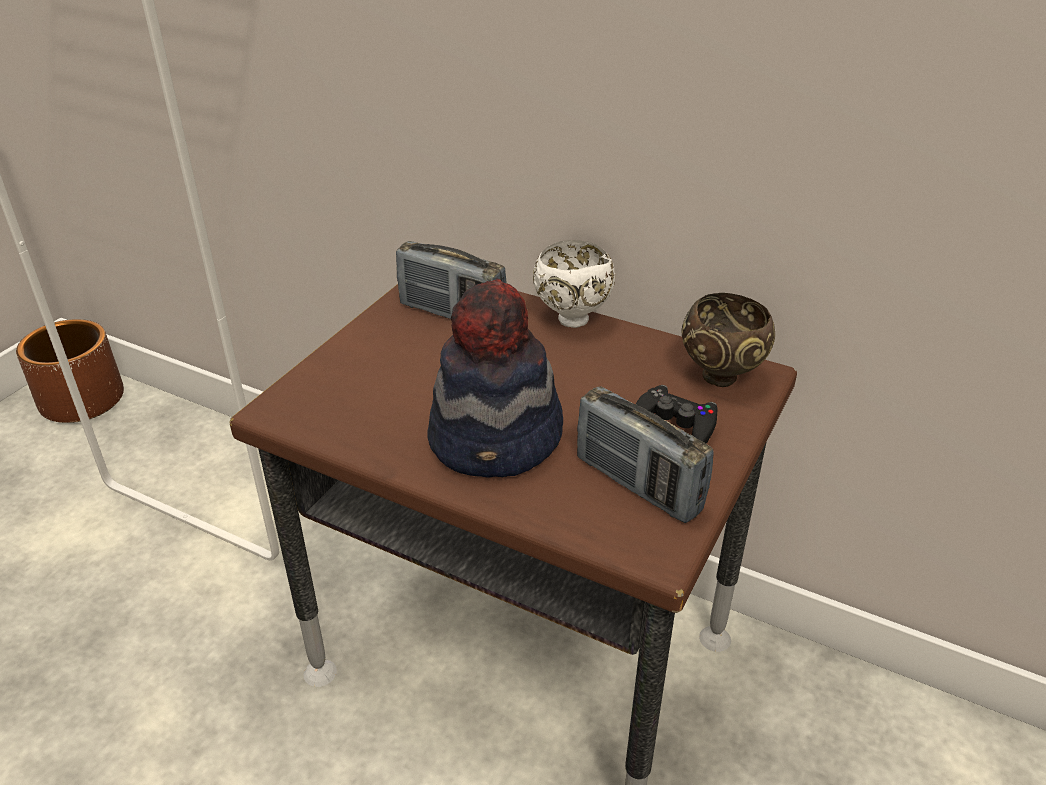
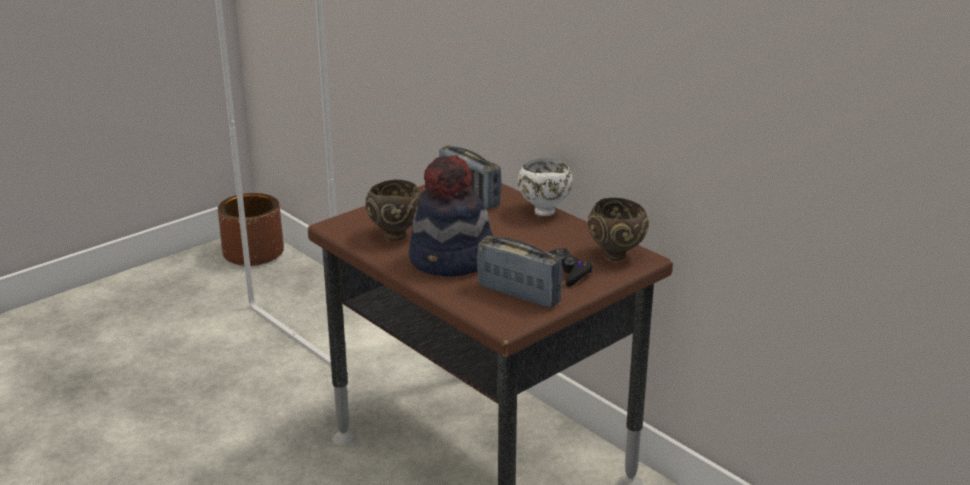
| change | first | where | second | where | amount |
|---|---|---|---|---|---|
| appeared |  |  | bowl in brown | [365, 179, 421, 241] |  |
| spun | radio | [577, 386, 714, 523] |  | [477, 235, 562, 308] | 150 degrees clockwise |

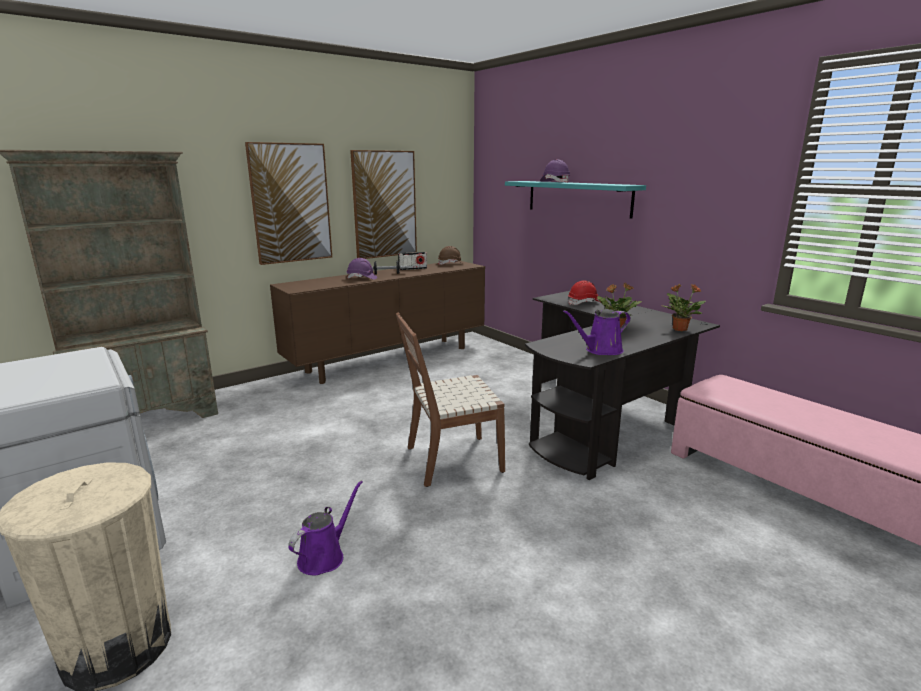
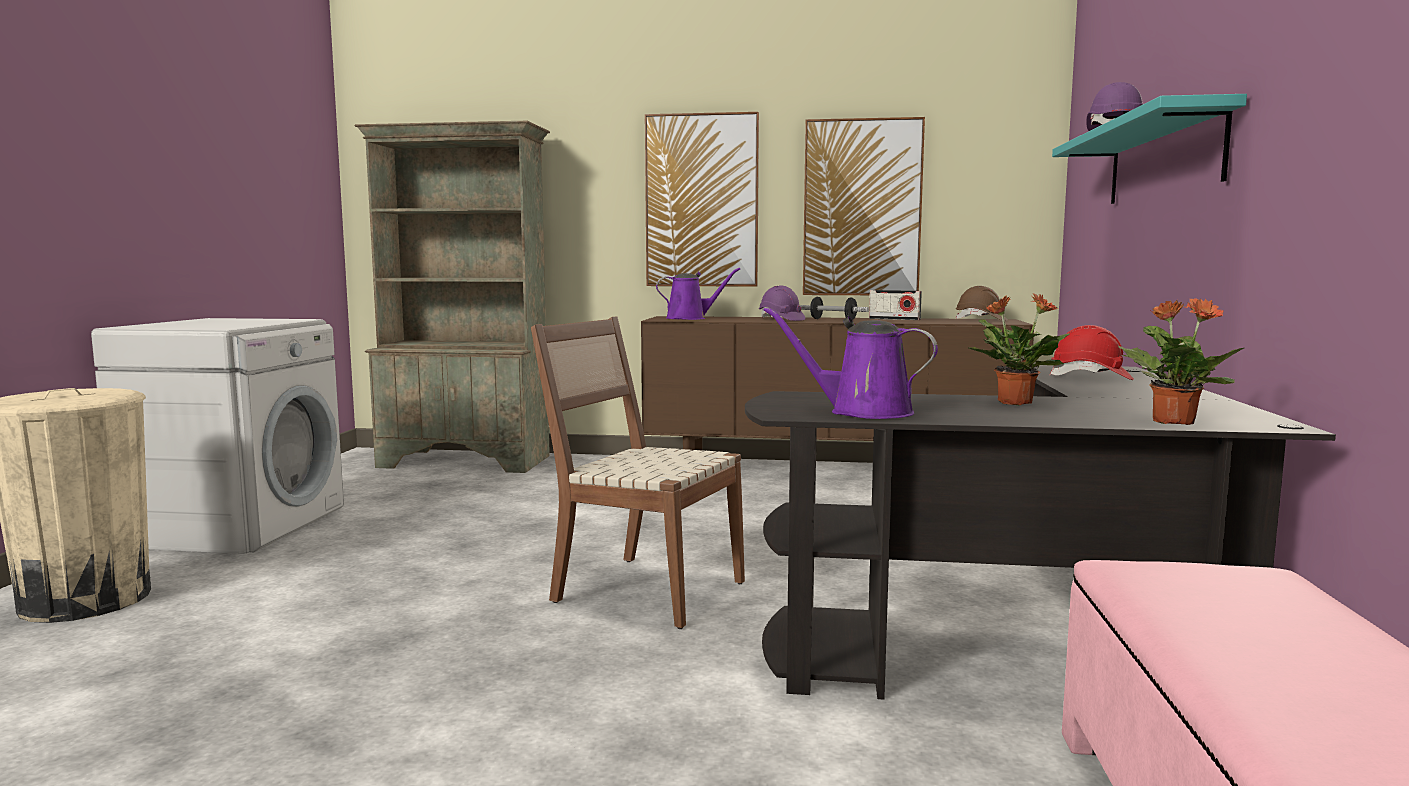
| change | first | where | second | where | amount |
|---|---|---|---|---|---|
| relocated | watering can in purple | [288, 481, 362, 575] |  | [656, 268, 740, 320] |  |

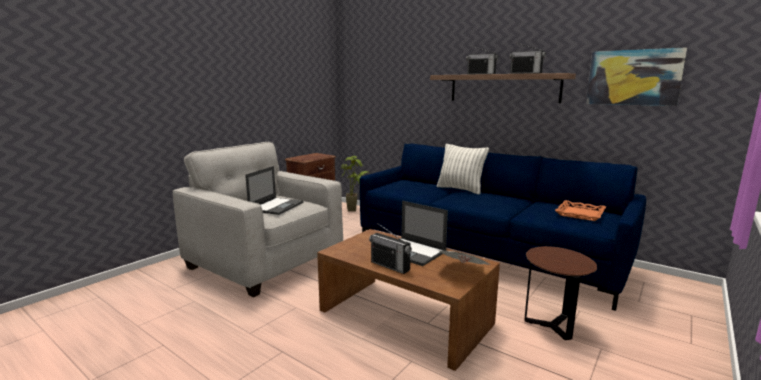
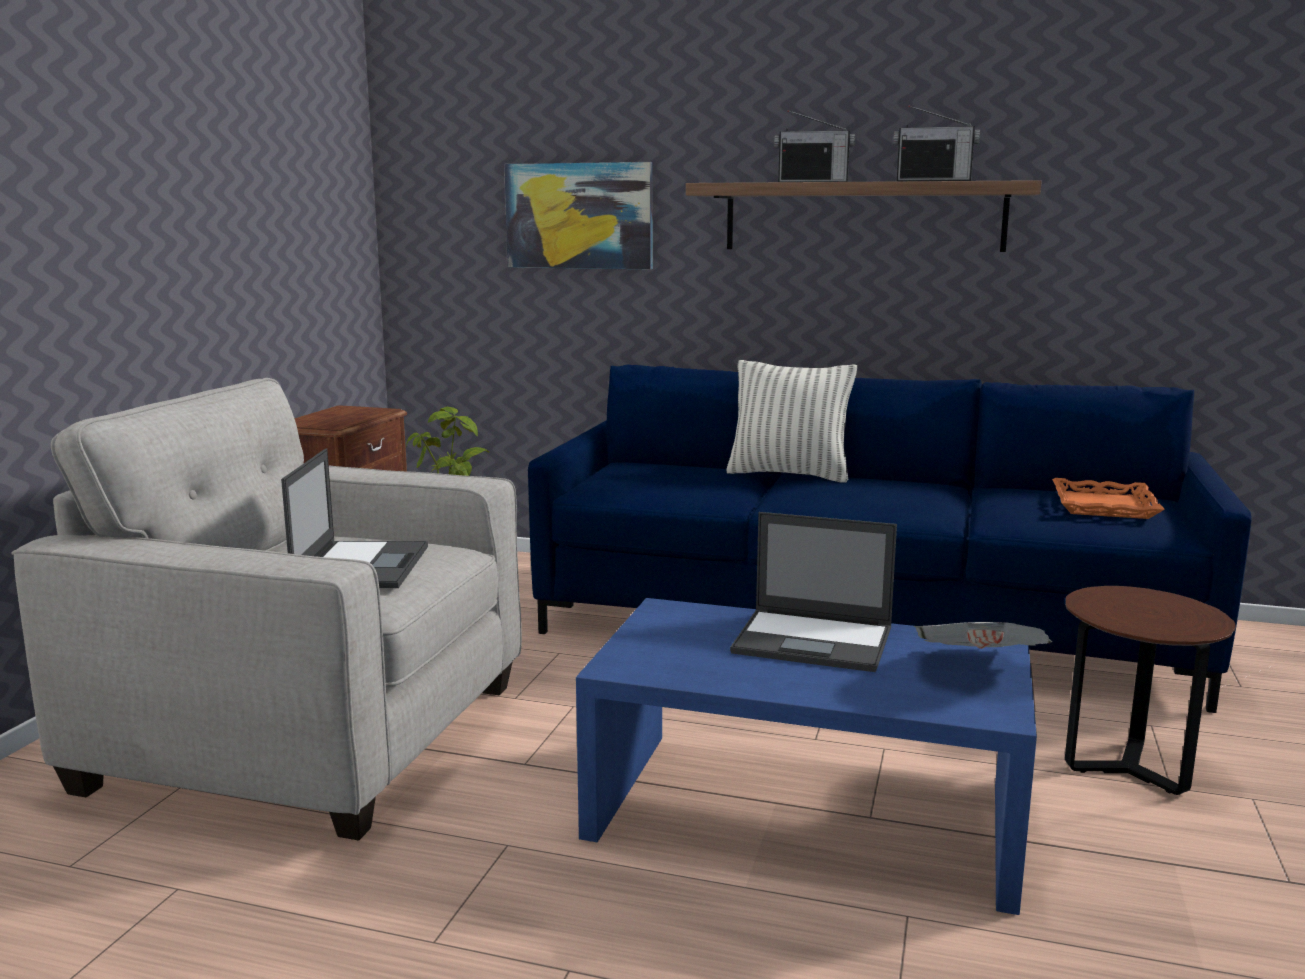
| change | first | where | second | where | amount |
|---|---|---|---|---|---|
| relocated | picture | [586, 47, 688, 106] |  | [504, 162, 652, 270] |  |
| colour | coffee table in brown | [317, 229, 500, 371] | coffee table in blue | [576, 598, 1037, 915] |  |
| missing | radio | [369, 223, 412, 274] |  |  |  |

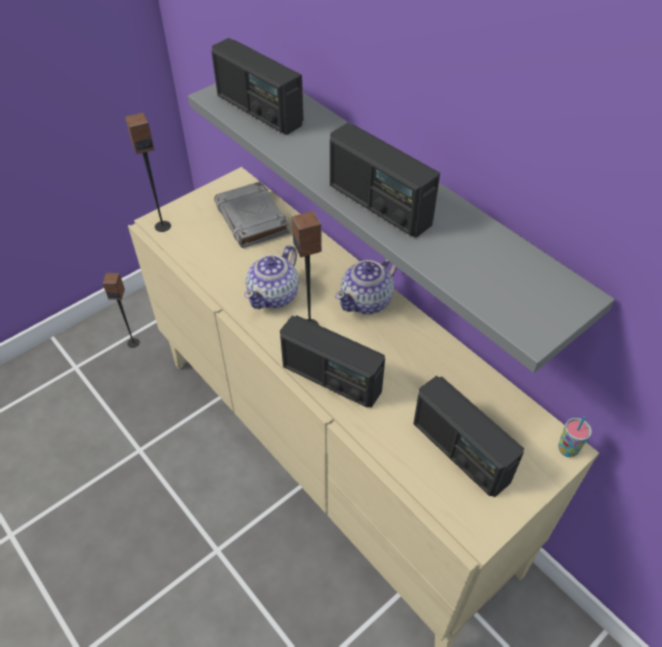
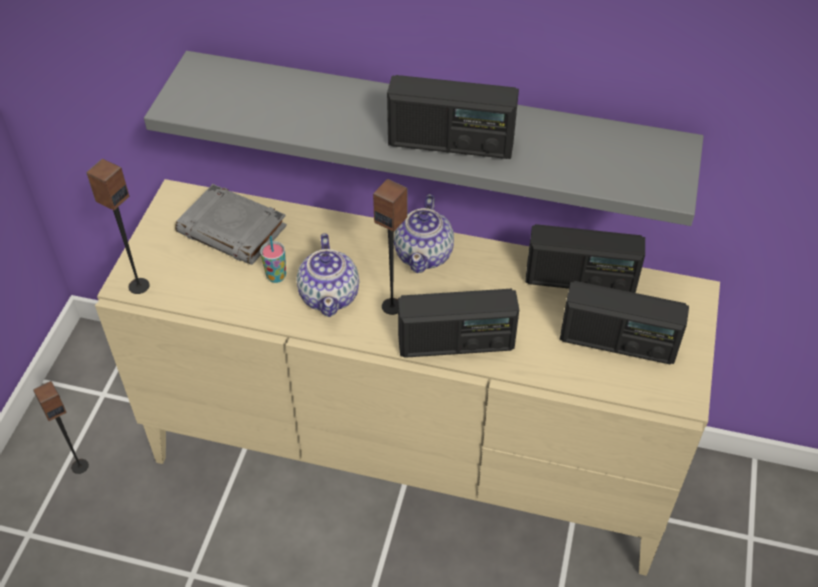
| change | first | where | second | where | amount |
|---|---|---|---|---|---|
| relocated | cup | [558, 417, 592, 457] |  | [260, 236, 286, 283] |  |
| relocated | radio | [211, 38, 304, 135] |  | [525, 224, 645, 293] |  |

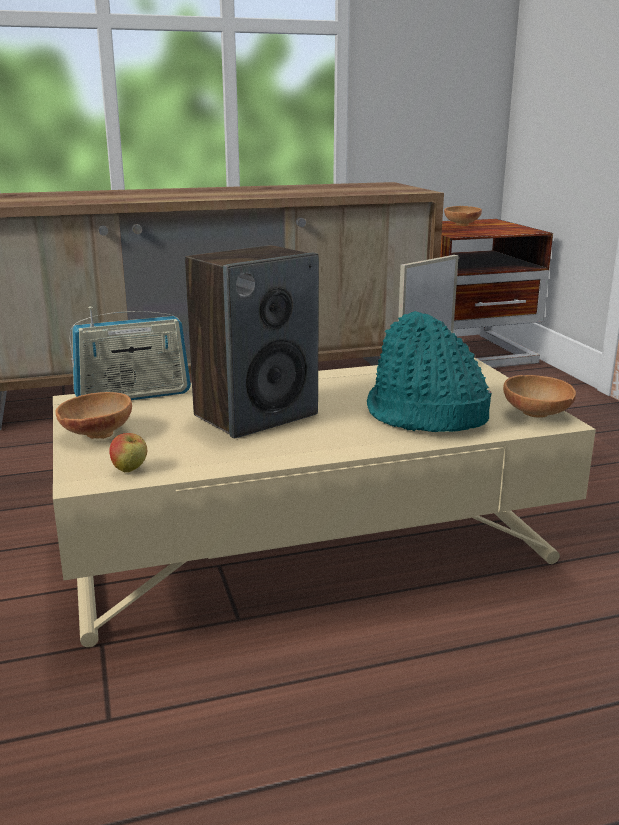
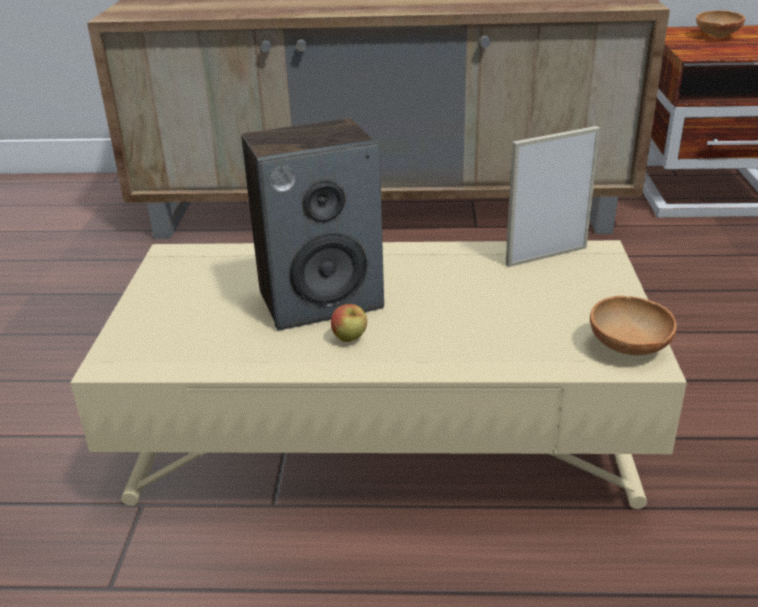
| change | first | where | second | where | amount |
|---|---|---|---|---|---|
| relocated | apple | [109, 433, 147, 472] |  | [331, 304, 367, 342] |  |
| missing | bowl in brown | [55, 392, 132, 439] |  |  |  |
| missing | radio | [70, 306, 191, 400] |  |  |  |
| missing | hat in turquoise | [367, 311, 492, 432] |  |  |  |

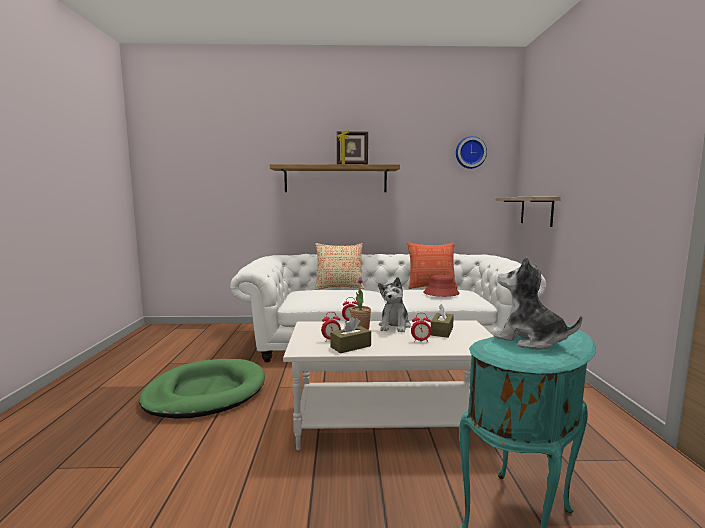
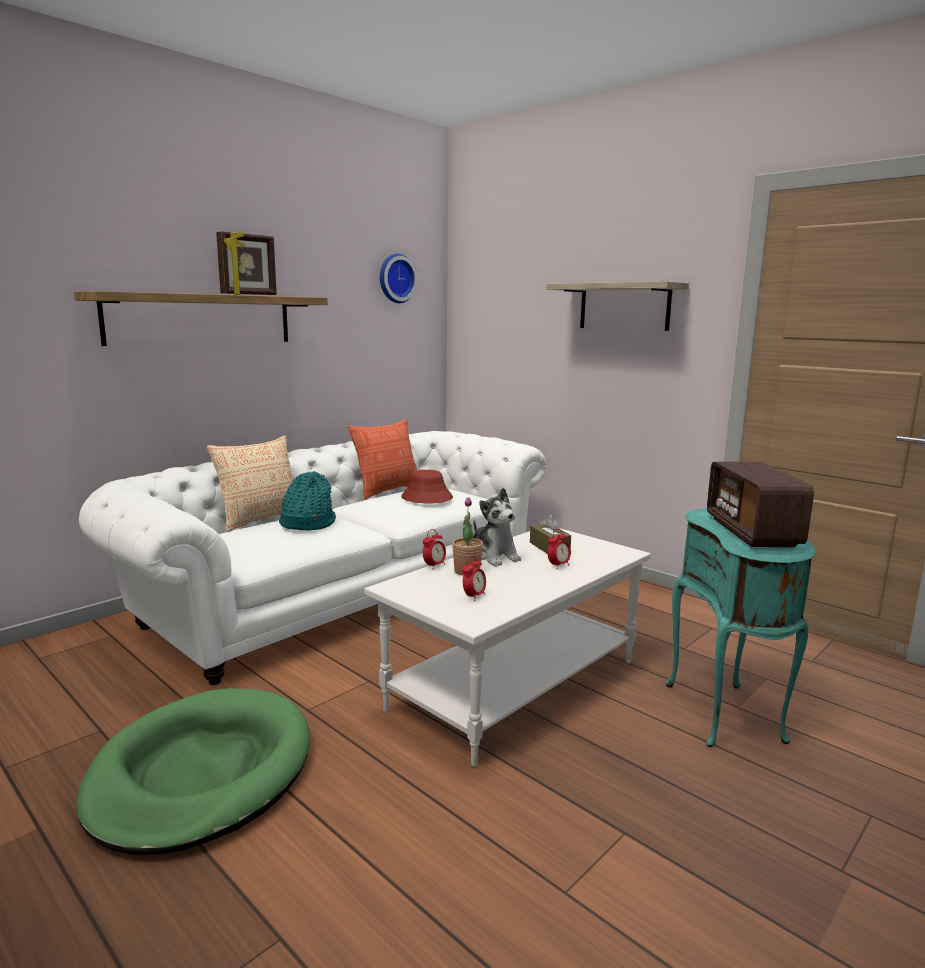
| change | first | where | second | where | amount |
|---|---|---|---|---|---|
| appeared |  |  | hat in turquoise | [279, 471, 336, 531] |  |
| relocated | shelf | [495, 197, 561, 227] |  | [546, 281, 689, 331] |  |
| exchanged | plush toy | [494, 256, 582, 349] | radio | [707, 462, 814, 547] |  |
| missing | tissue box in brown | [330, 317, 371, 353] |  |  |  |

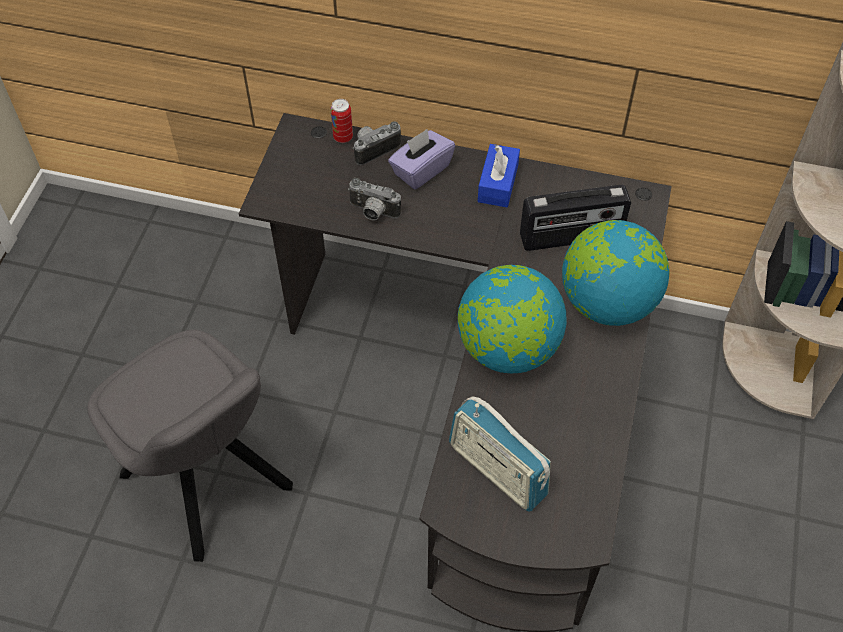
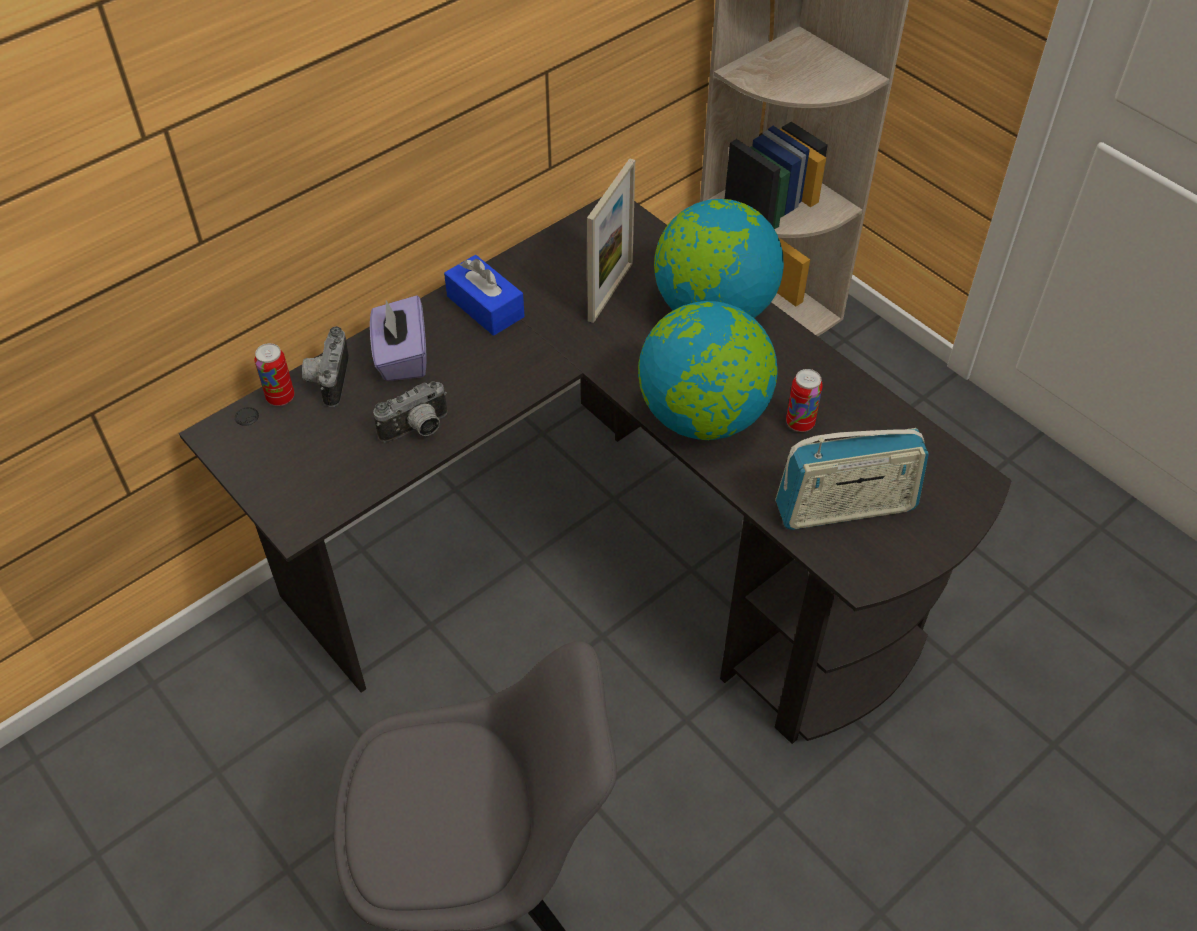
| change | first | where | second | where | amount |
|---|---|---|---|---|---|
| exchanged | radio | [520, 185, 631, 251] | picture frame | [587, 158, 635, 323] |  |
| appeared |  |  | can | [786, 369, 823, 432] |  |

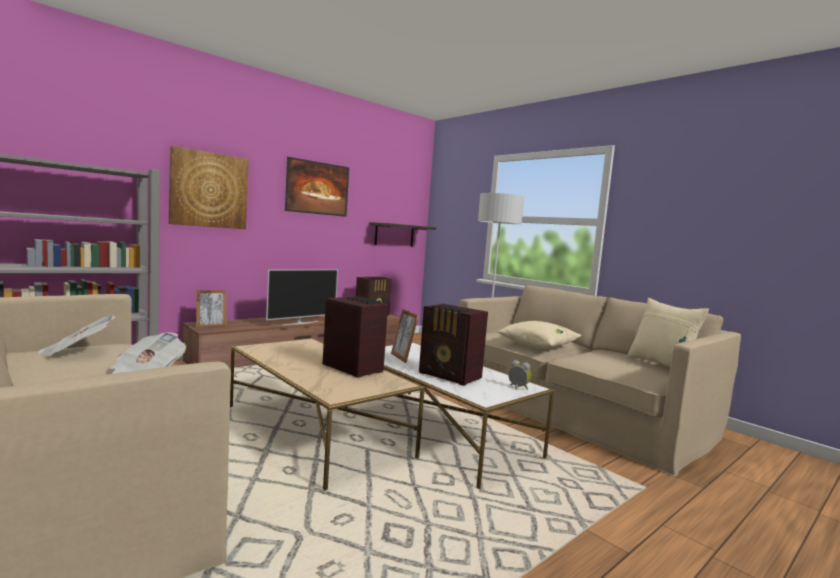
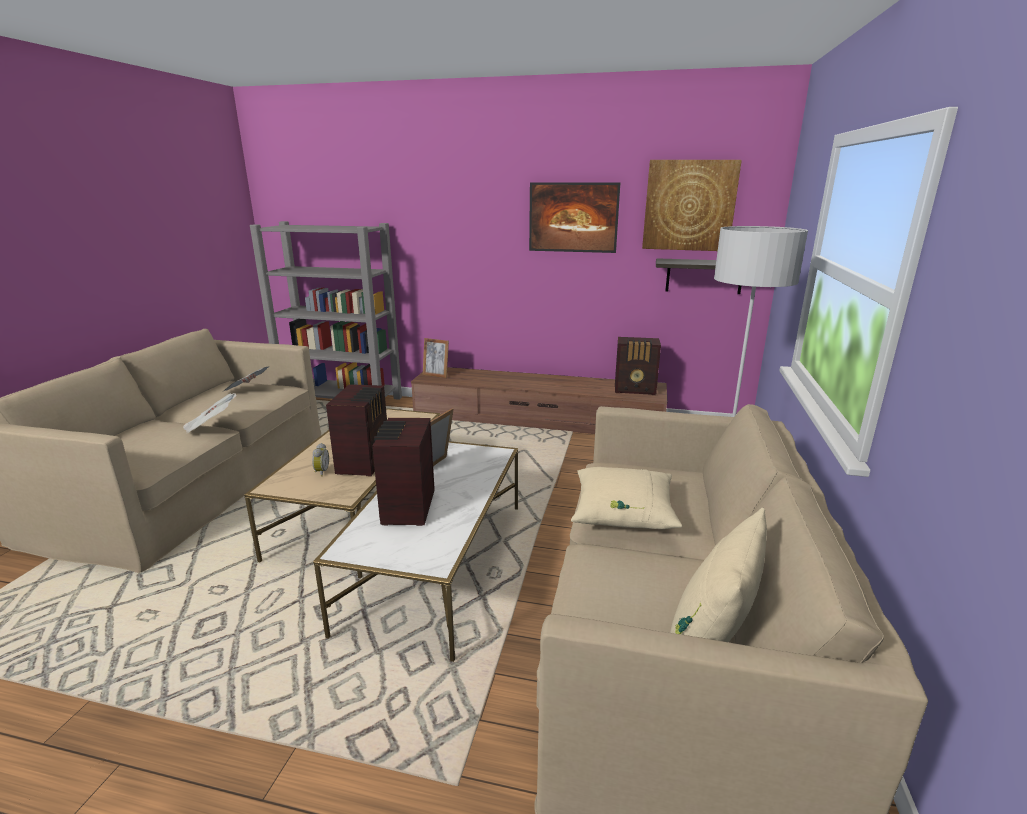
| change | first | where | second | where | amount |
|---|---|---|---|---|---|
| relocated | alarm clock | [508, 360, 531, 390] |  | [312, 443, 329, 477] |  |
| relocated | picture | [169, 146, 249, 229] |  | [642, 160, 742, 251] |  |
| missing | television | [266, 269, 338, 325] |  |  |  |

